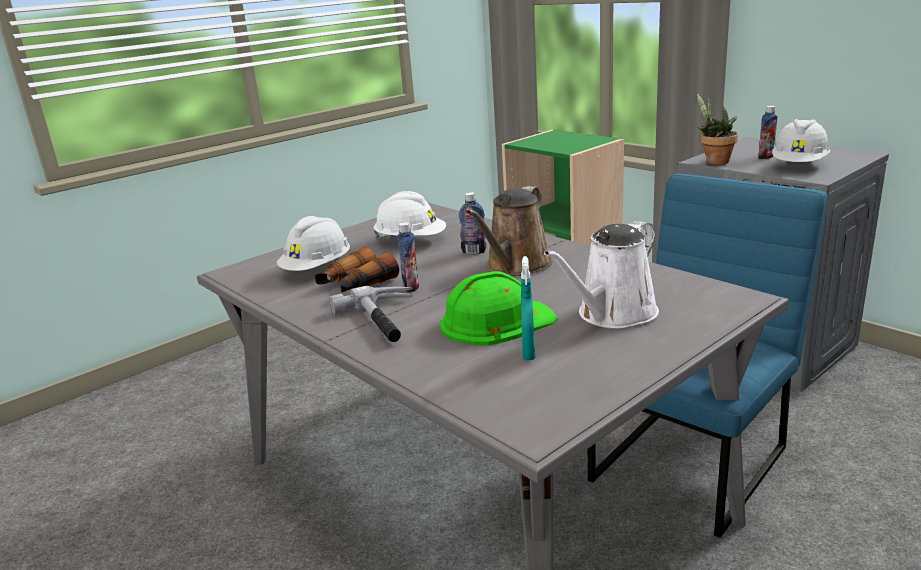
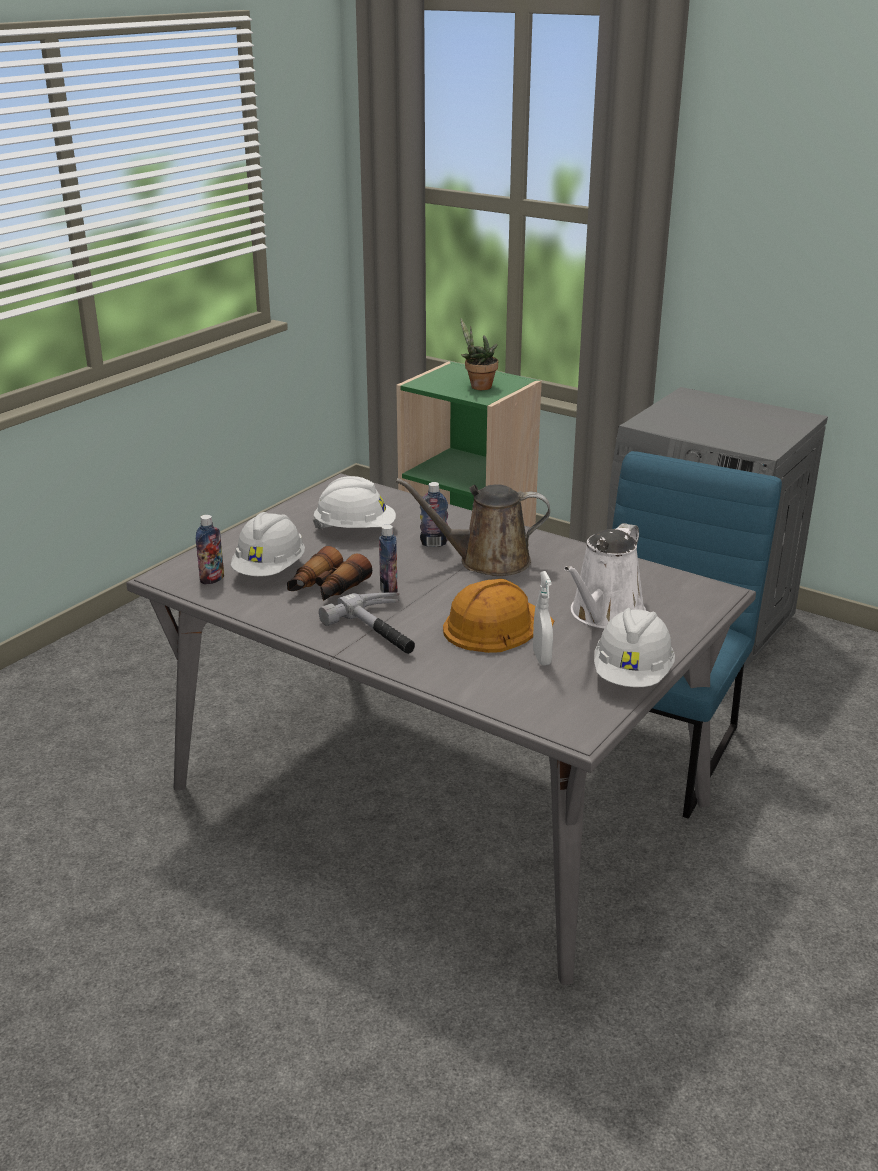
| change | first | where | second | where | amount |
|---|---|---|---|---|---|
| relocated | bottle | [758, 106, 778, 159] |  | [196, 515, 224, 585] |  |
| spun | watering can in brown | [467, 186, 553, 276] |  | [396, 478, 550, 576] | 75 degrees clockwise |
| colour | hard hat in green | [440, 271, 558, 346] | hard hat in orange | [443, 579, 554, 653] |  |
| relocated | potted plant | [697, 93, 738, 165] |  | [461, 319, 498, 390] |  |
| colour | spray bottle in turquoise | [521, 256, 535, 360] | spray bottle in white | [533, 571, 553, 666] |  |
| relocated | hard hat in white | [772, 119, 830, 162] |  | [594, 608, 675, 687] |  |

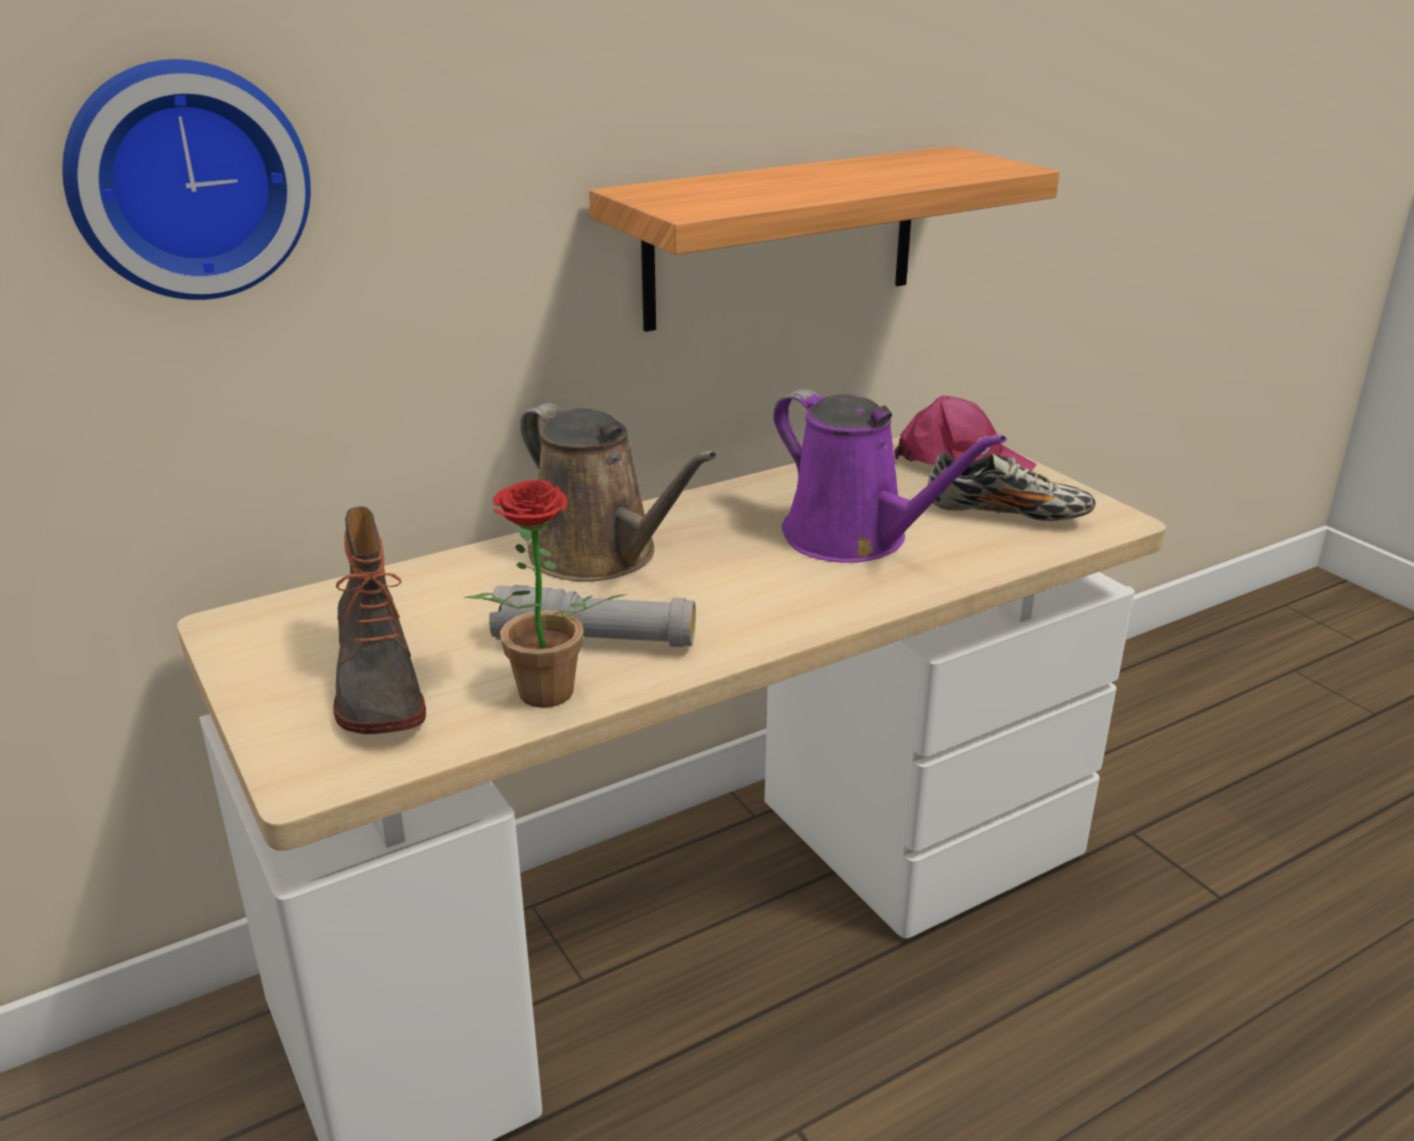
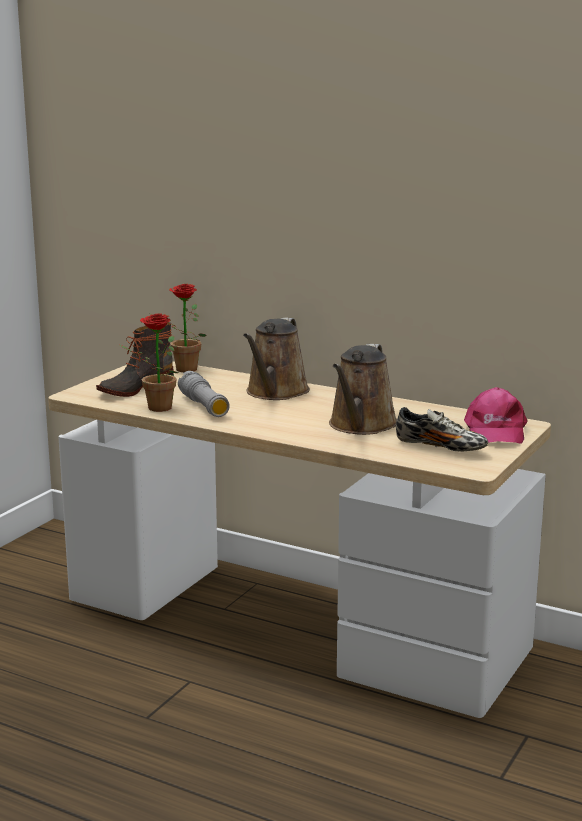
| change | first | where | second | where | amount |
|---|---|---|---|---|---|
| appeared |  |  | potted plant | [151, 284, 207, 372] |  |
| colour | watering can in purple | [773, 389, 1007, 563] | watering can in brown | [329, 344, 397, 435] |  |
| spun | shoe | [928, 452, 1096, 521] |  | [396, 407, 488, 452] | 45 degrees counterclockwise |
| missing | wall clock | [62, 59, 311, 300] |  |  |  |
| missing | shelf | [589, 146, 1060, 332] |  |  |  |

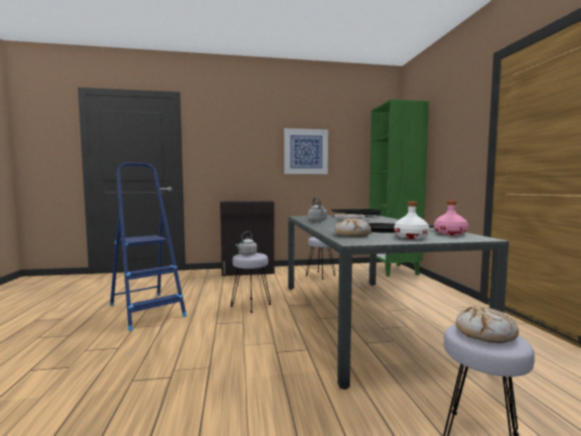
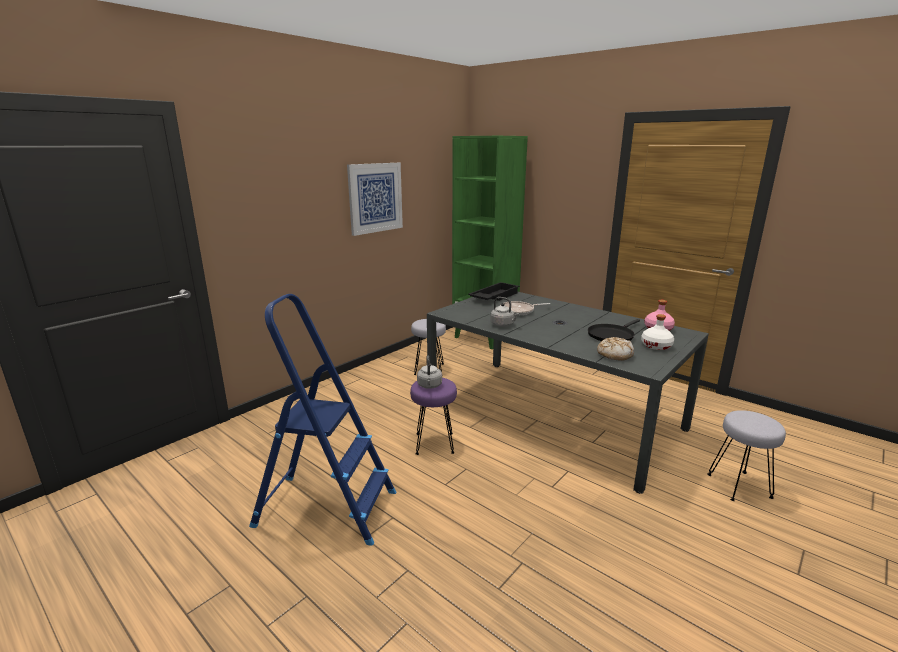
| change | first | where | second | where | amount |
|---|---|---|---|---|---|
| colour | stool in grey | [231, 253, 271, 313] | stool in purple | [410, 378, 457, 455] |  |
| missing | cabinet in black | [220, 201, 274, 276] |  |  |  |
| missing | bread | [456, 306, 519, 343] |  |  |  |

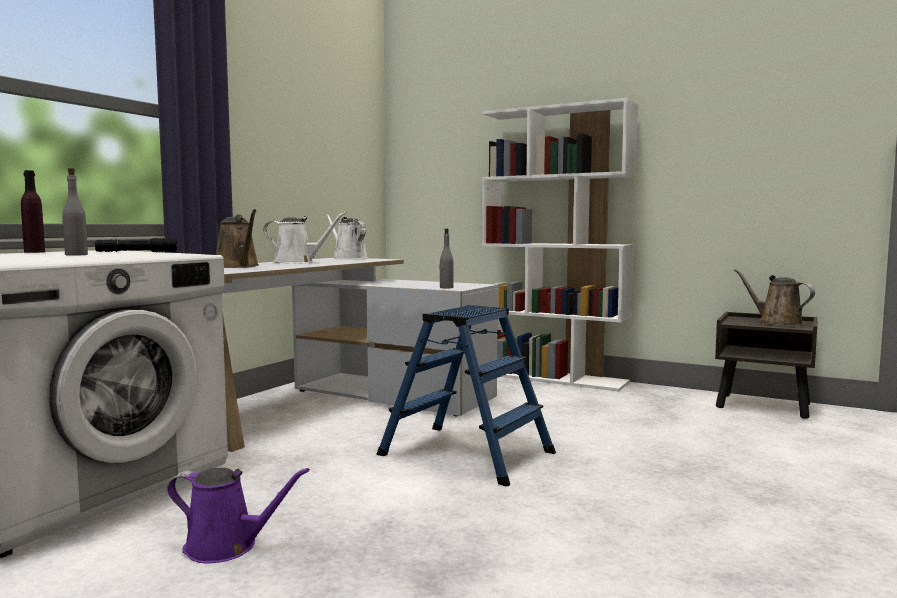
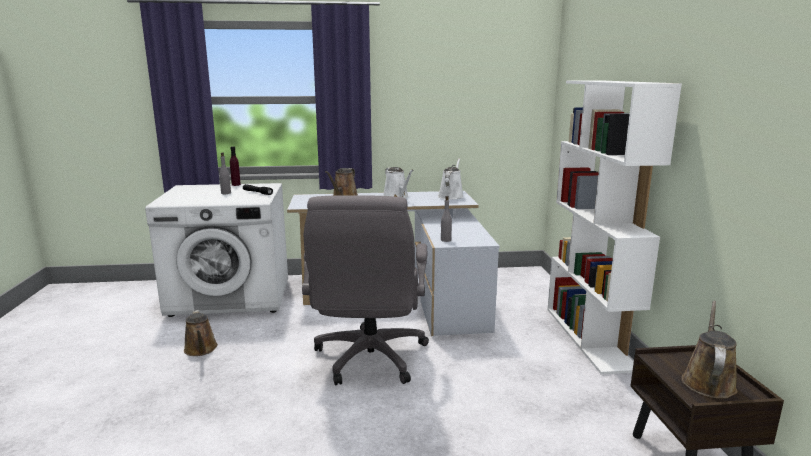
| change | first | where | second | where | amount |
|---|---|---|---|---|---|
| colour | watering can in purple | [167, 468, 310, 563] | watering can in brown | [184, 310, 218, 356] |  |
| exchanged | step ladder in blue | [377, 305, 556, 486] | office chair in grey | [302, 195, 429, 386] |  |

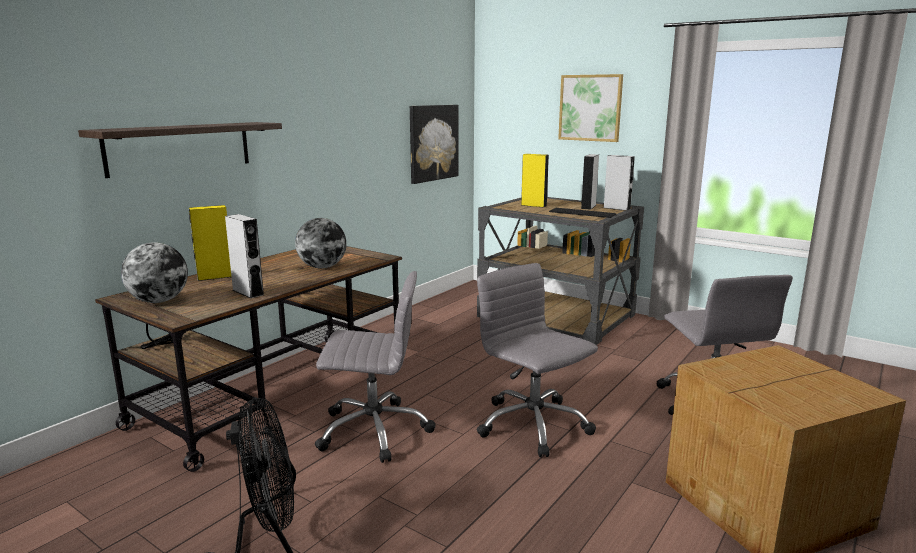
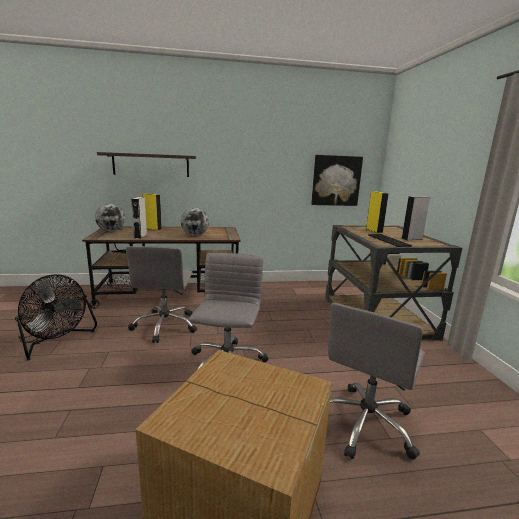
| change | first | where | second | where | amount |
|---|---|---|---|---|---|
| spun | office chair in grey | [315, 271, 435, 463] |  | [126, 246, 197, 343] | 45 degrees clockwise |
| missing | picture | [558, 74, 623, 142] |  |  |  |
| missing | speaker in grey | [604, 155, 635, 211] |  |  |  |

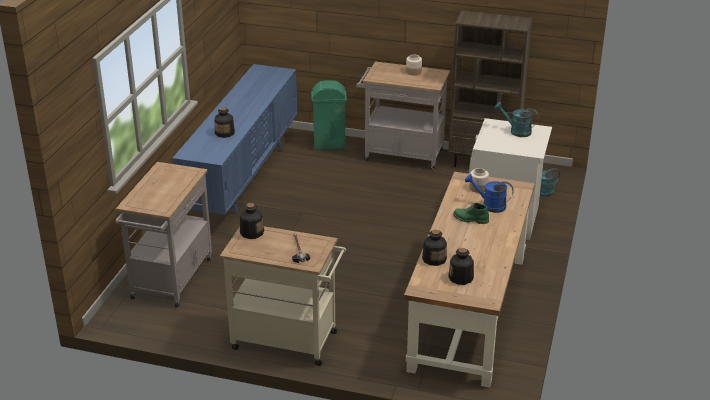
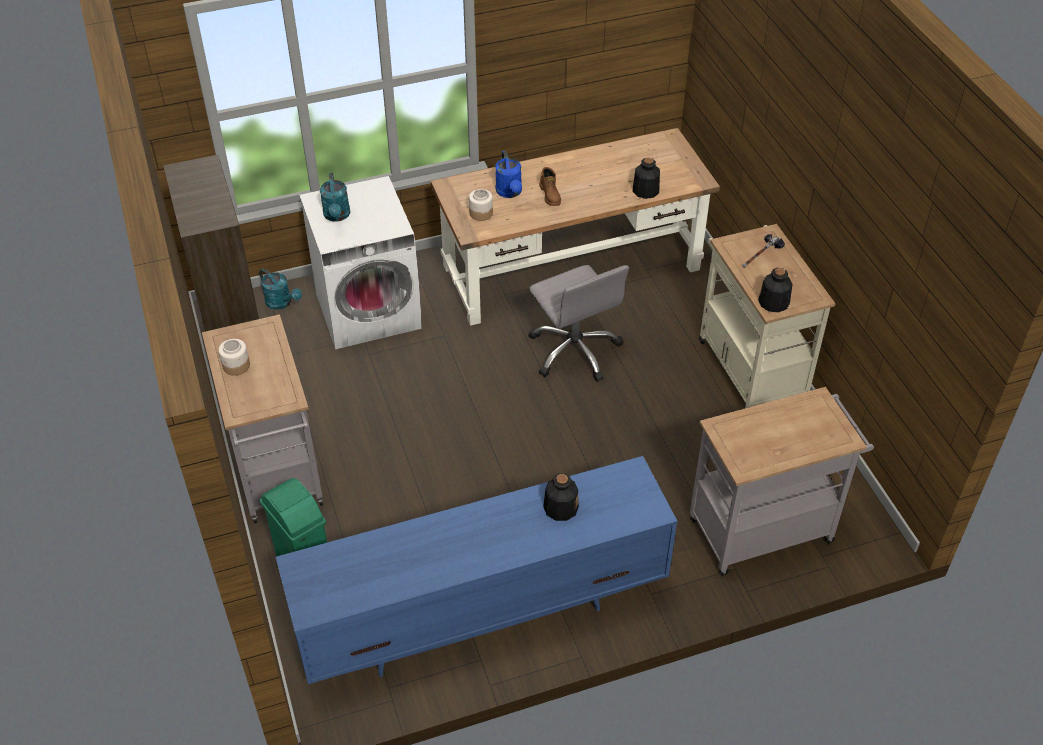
| change | first | where | second | where | amount |
|---|---|---|---|---|---|
| appeared |  |  | office chair in grey | [528, 265, 629, 381] |  |
| colour | boot in green | [453, 203, 489, 224] | boot in brown | [539, 167, 561, 206] |  |
| missing | bottle | [448, 248, 474, 285] |  |  |  |

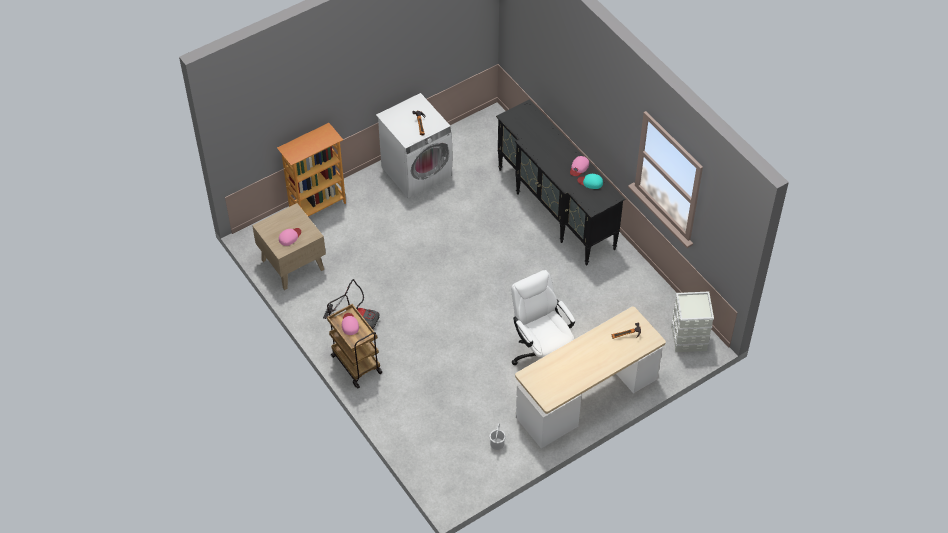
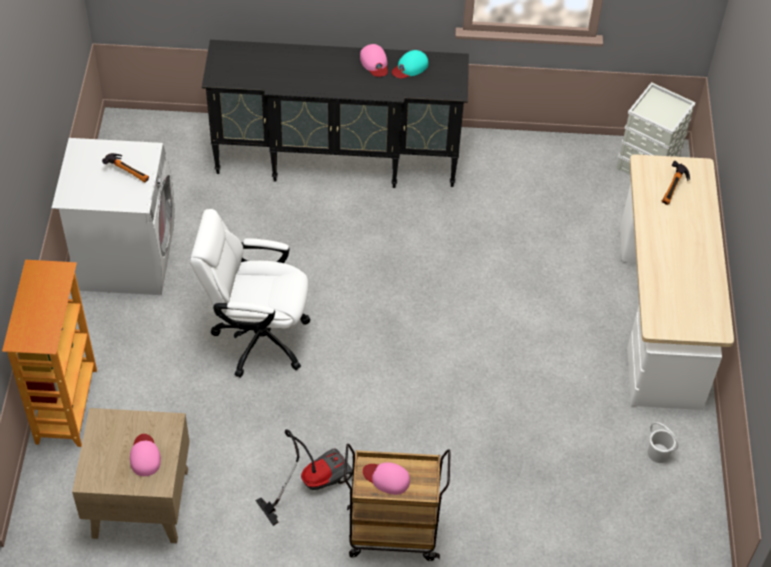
| change | first | where | second | where | amount |
|---|---|---|---|---|---|
| relocated | office chair in white | [511, 270, 575, 365] |  | [190, 209, 311, 378] |  |

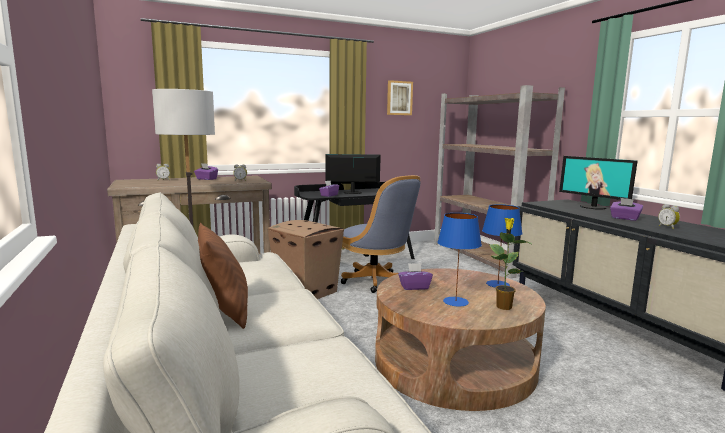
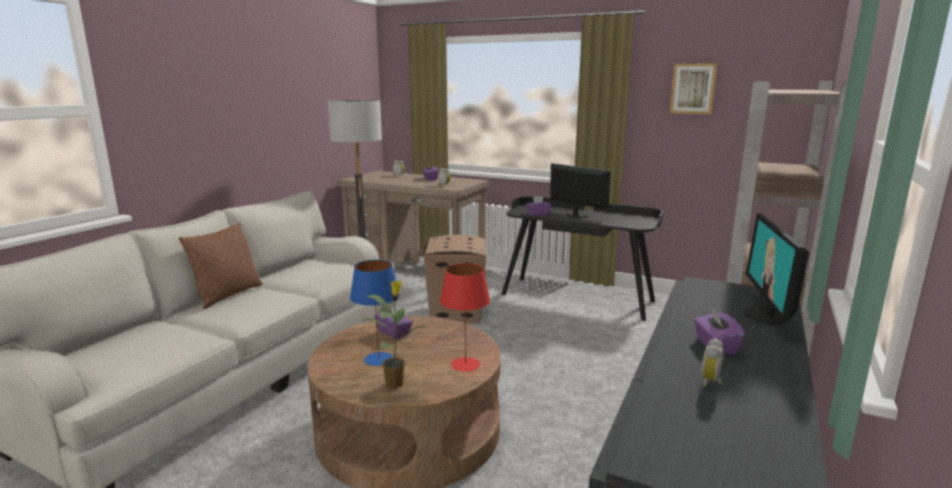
| change | first | where | second | where | amount |
|---|---|---|---|---|---|
| colour | table lamp in blue | [482, 204, 523, 288] | table lamp in red | [440, 263, 490, 372] |  |
| missing | office chair in blue | [341, 175, 420, 293] |  |  |  |

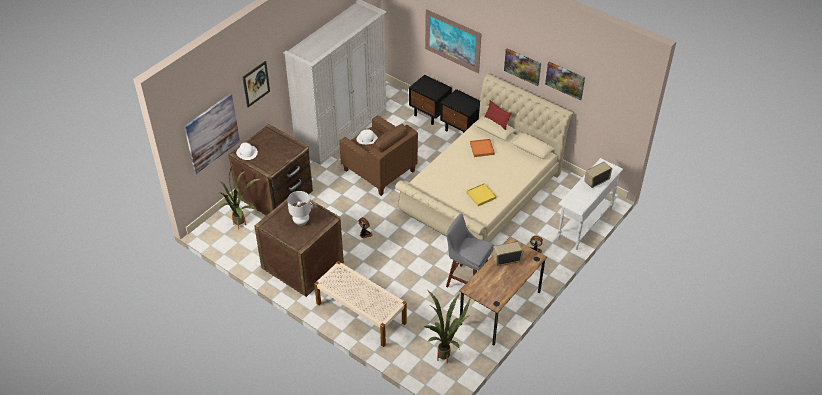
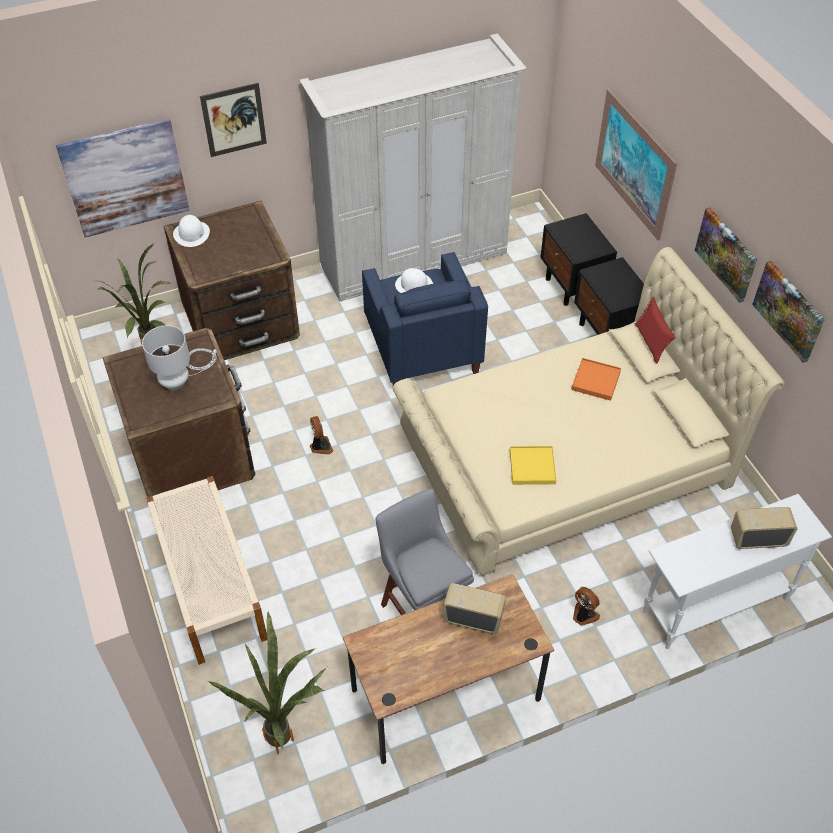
| change | first | where | second | where | amount |
|---|---|---|---|---|---|
| colour | armchair in brown | [339, 115, 418, 196] | armchair in blue | [362, 252, 488, 385] |  |

